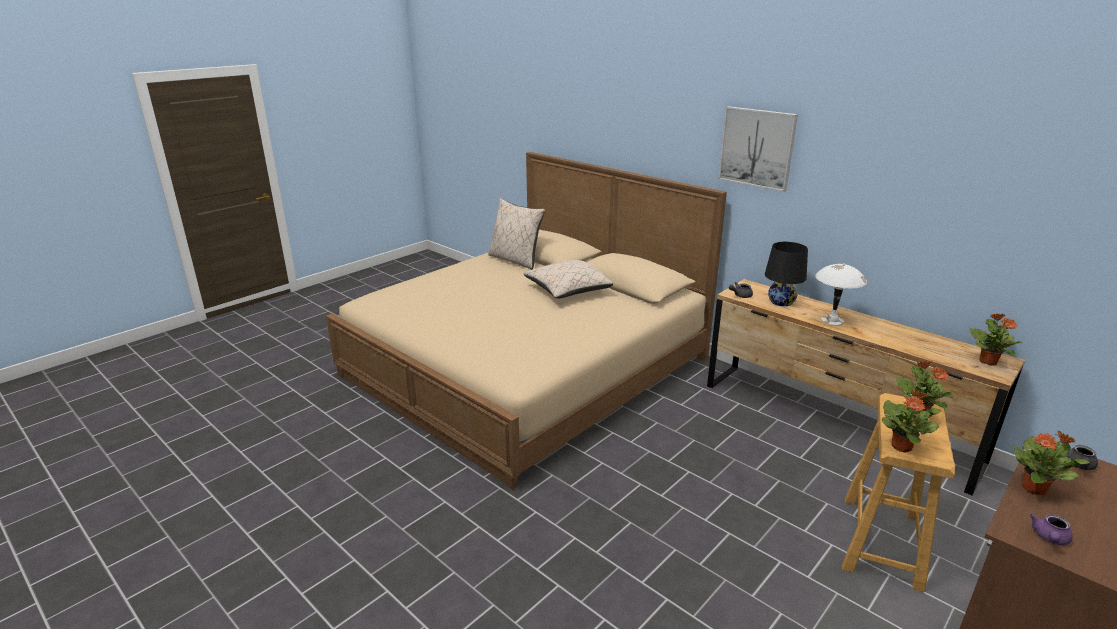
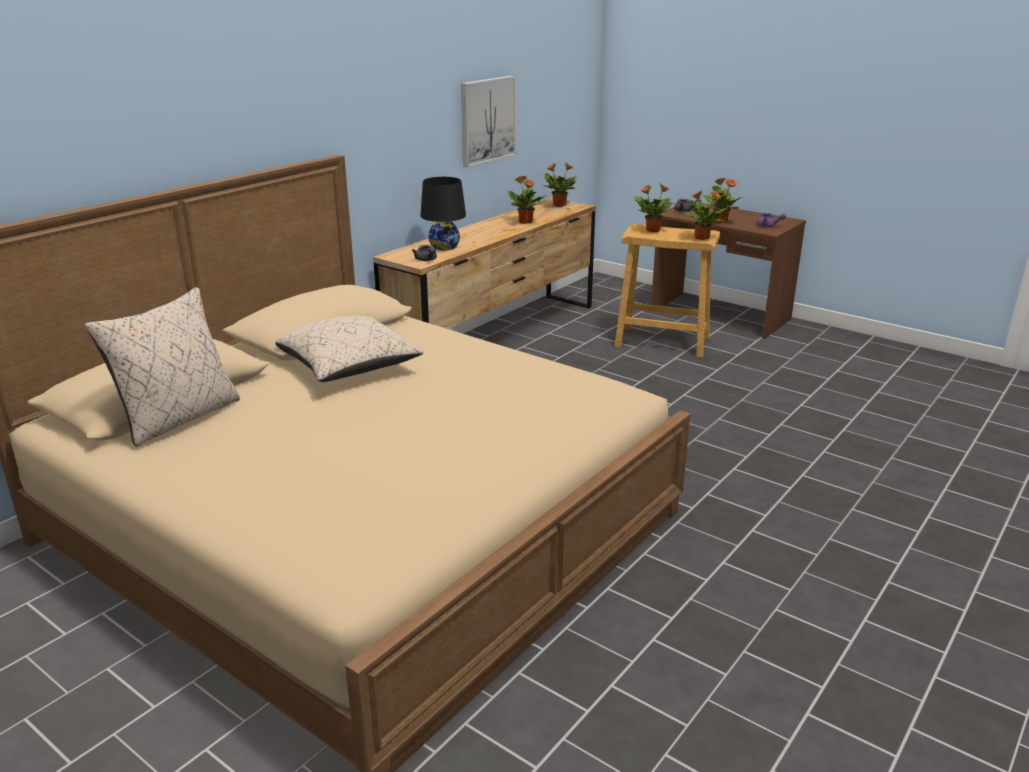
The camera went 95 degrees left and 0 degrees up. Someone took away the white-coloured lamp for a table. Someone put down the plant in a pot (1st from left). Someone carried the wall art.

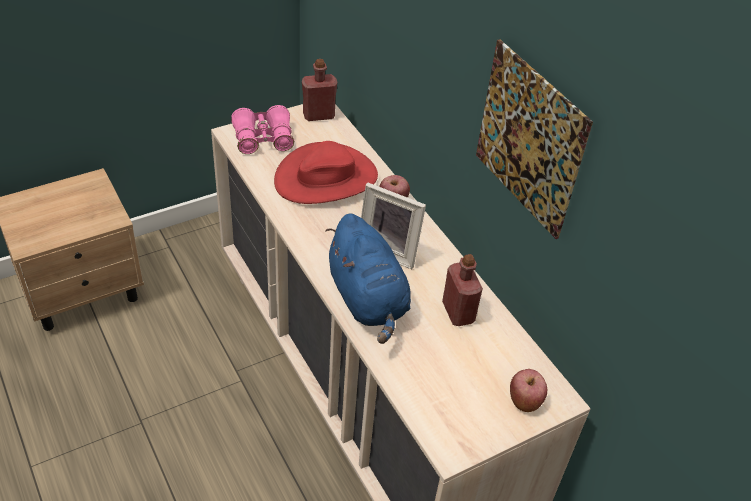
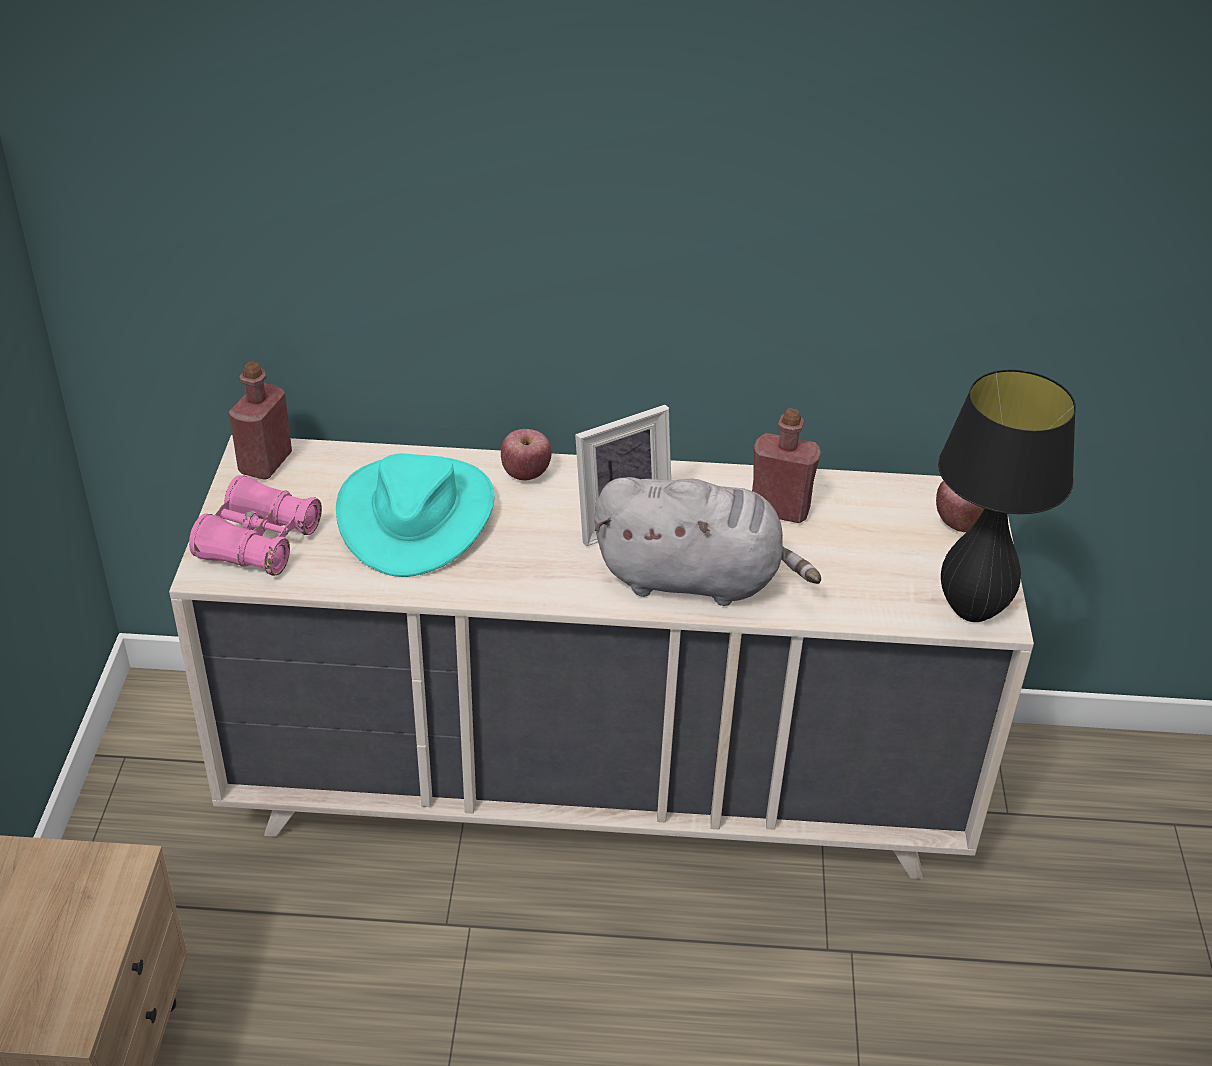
The camera went 55 degrees left and 5 degrees down. Someone took away the wall art. Someone put down the blackish lamp for a table. Someone repainted the red wearable hat, which became the turquoise wearable hat. Someone repainted the blue-coloured plush toy, which became the grey plush toy.

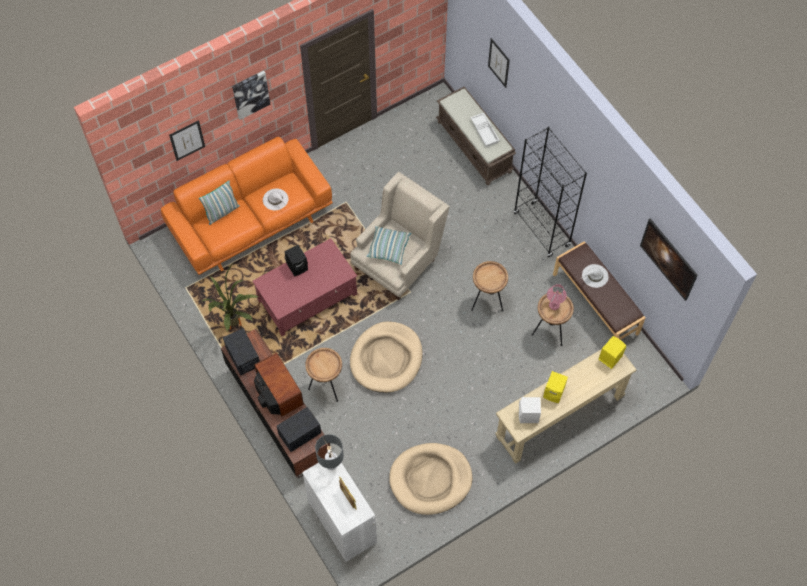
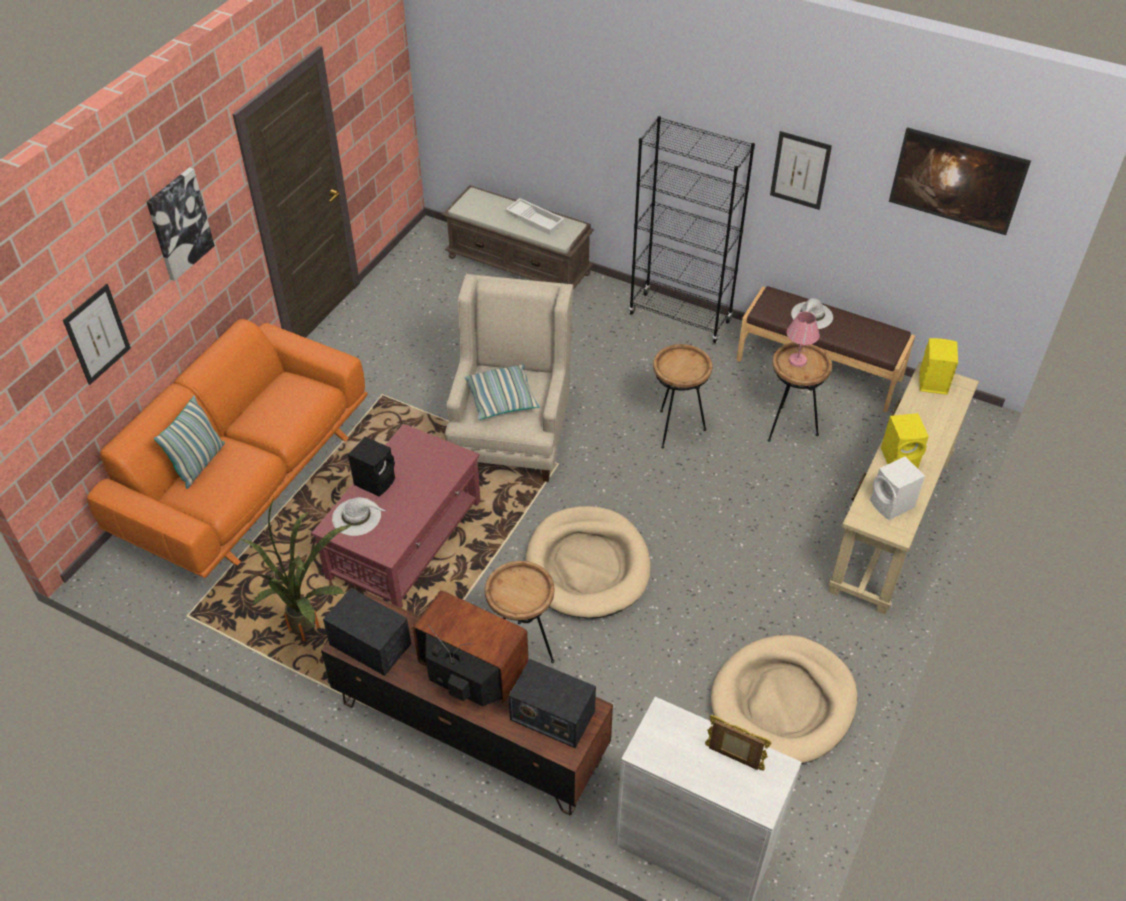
The camera went 30 degrees left and 15 degrees down. Someone took away the grey lamp for a table. Someone carried the white-coloured wearable hat (1st from left). Someone carried the wall art (3rd from left). Someone rotated the radio receiver (2nd from left) by 90 degrees counterclockwise.

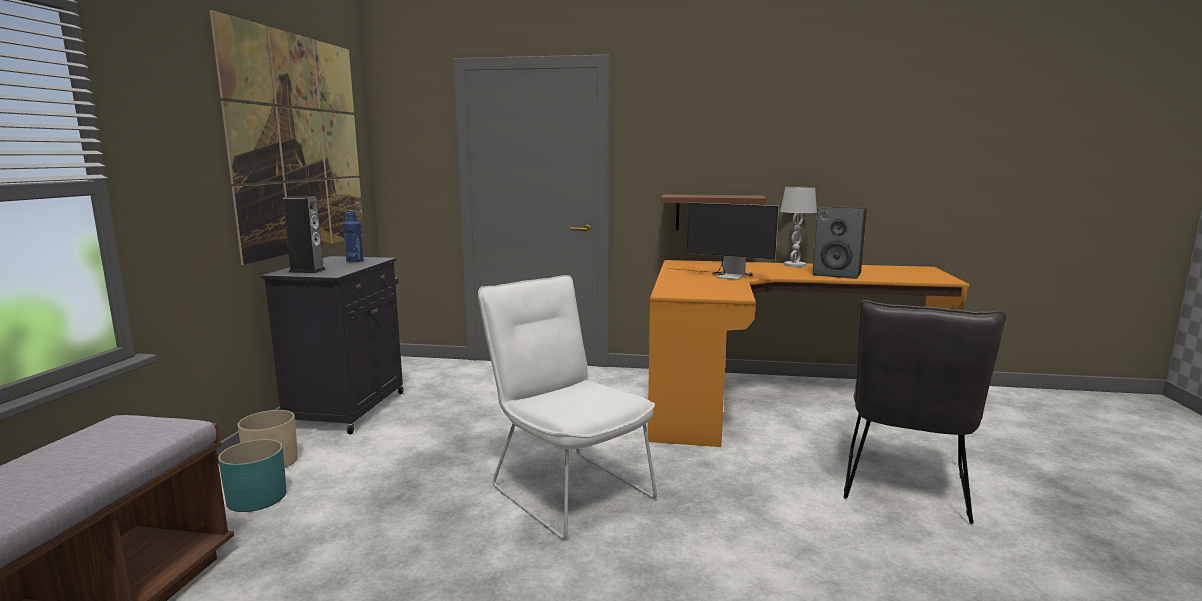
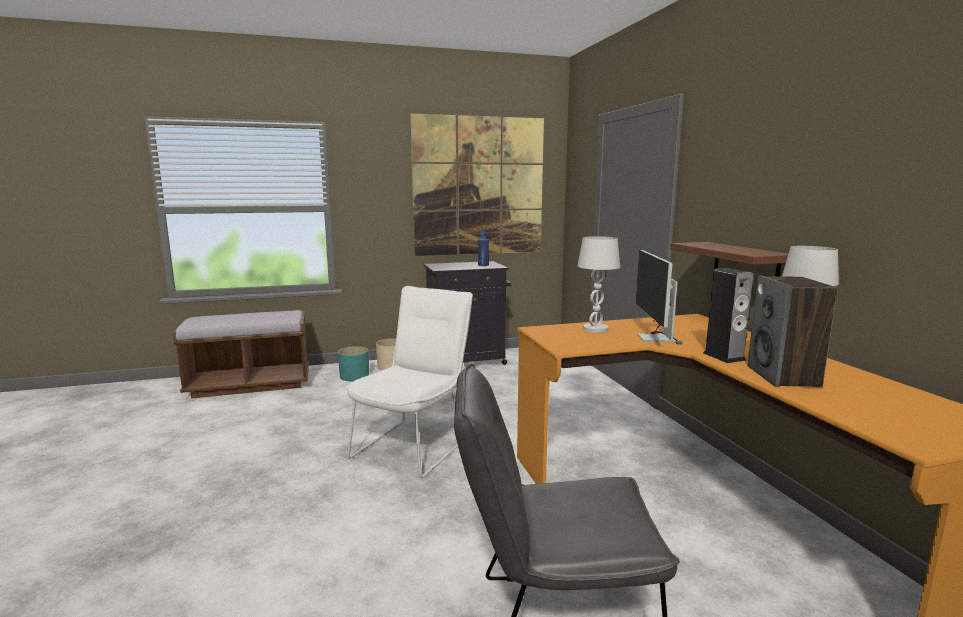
The camera went 65 degrees right and 0 degrees up. Someone put down the white-coloured lamp for a table (1st from left). Someone carried the speaker (1st from left).

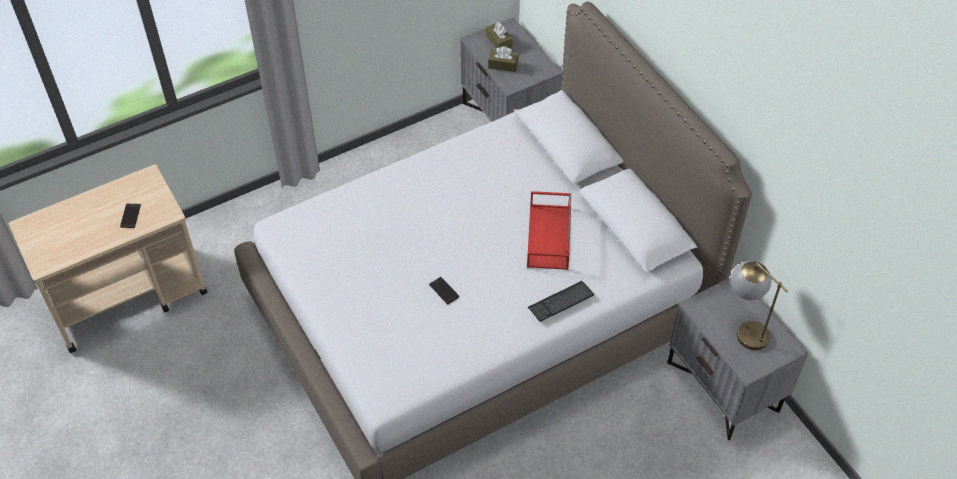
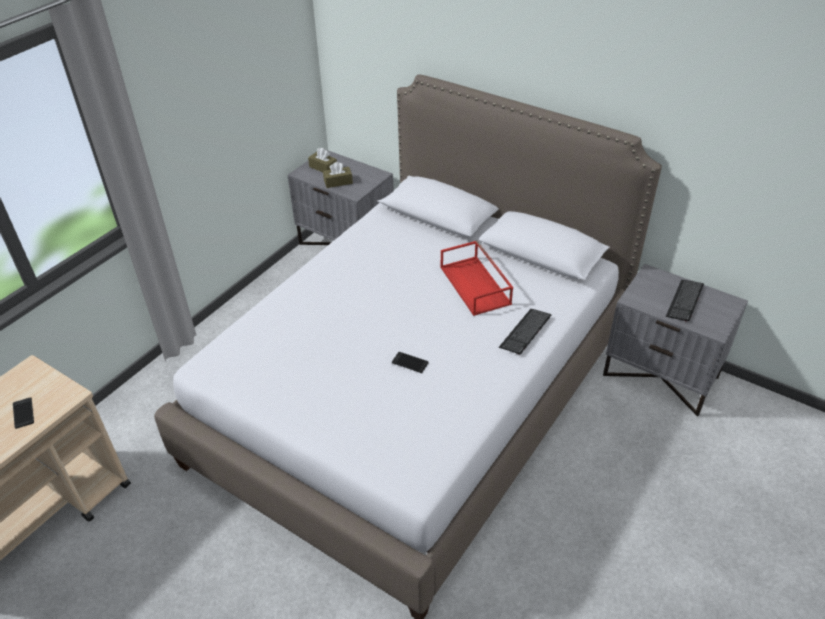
The camera went 25 degrees left and 10 degrees down. Someone swapped the lamp for a table for the keyboard (2nd from left).

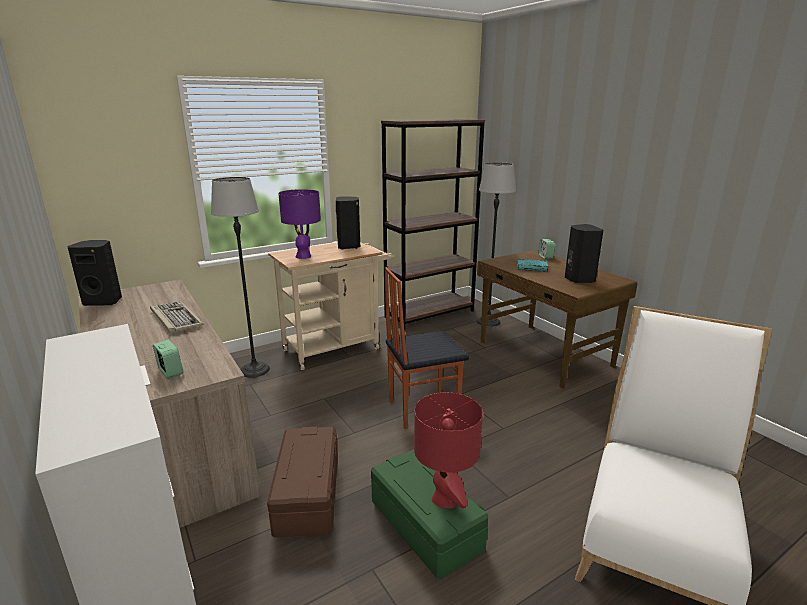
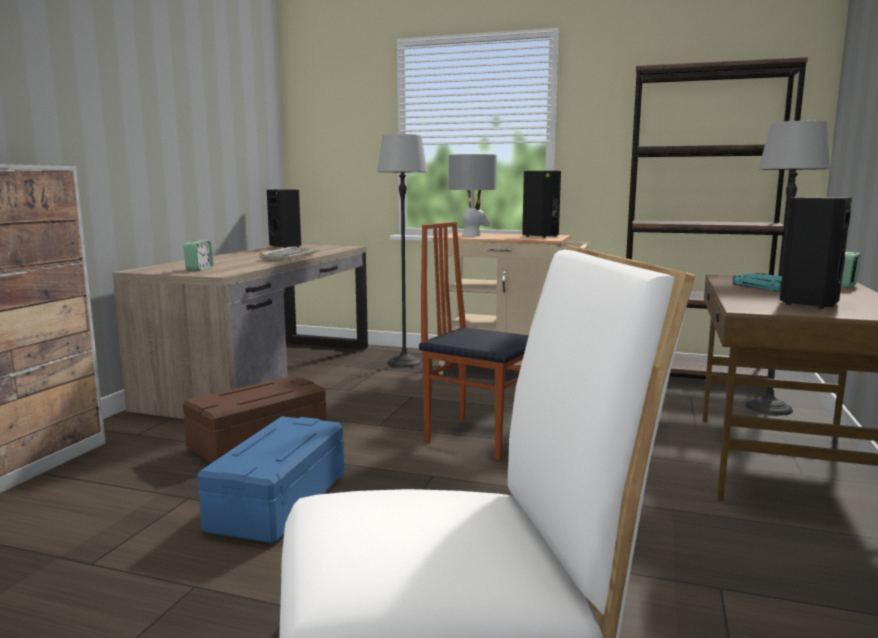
The camera went 50 degrees right and 10 degrees down. Someone took away the red lamp for a table. Someone repainted the purple lamp for a table, which became the grey lamp for a table. Someone repainted the green storage bin, which became the blue-coloured storage bin.

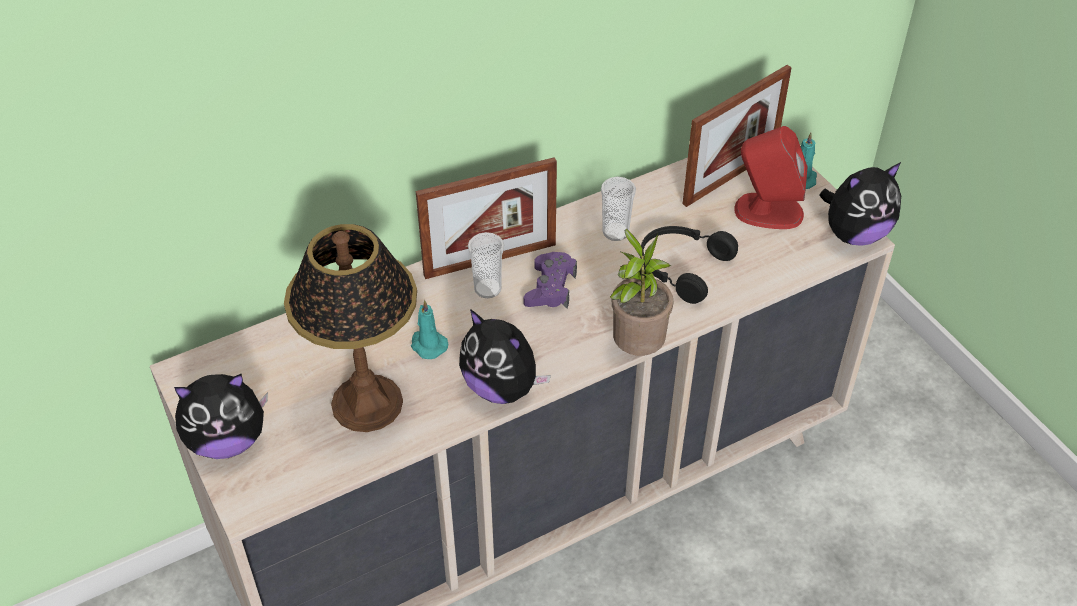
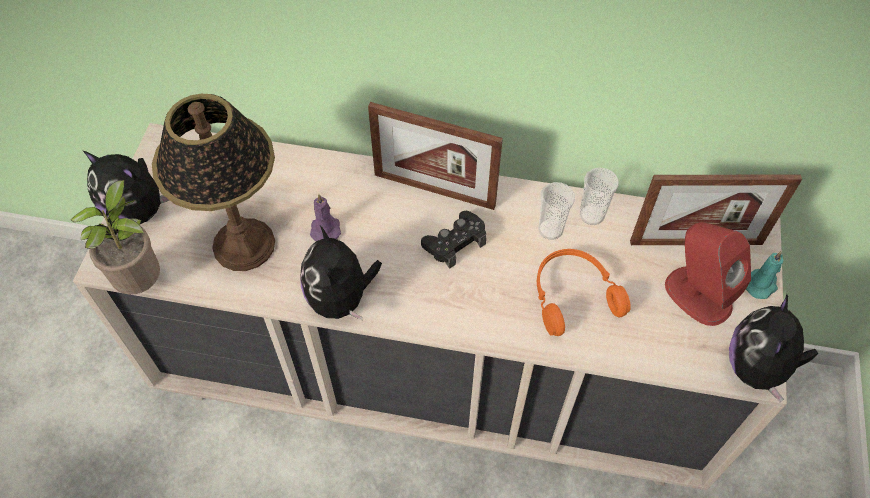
The camera went 40 degrees right and 10 degrees up. Someone carried the small cup (1st from left in the first image). Someone carried the plant in a pot. Someone repainted the turquoise candle (1st from left), which became the purple candle. Someone repainted the purple game controller, which became the blackish game controller. Someone repainted the blackish headset, which became the orange headset. Someone rotated the plush toy (3rd from left) by 90 degrees clockwise.

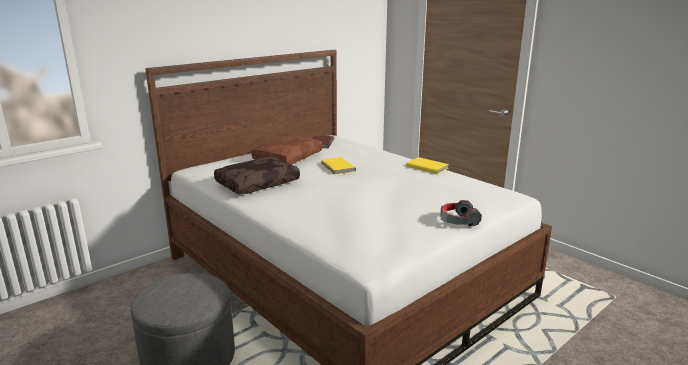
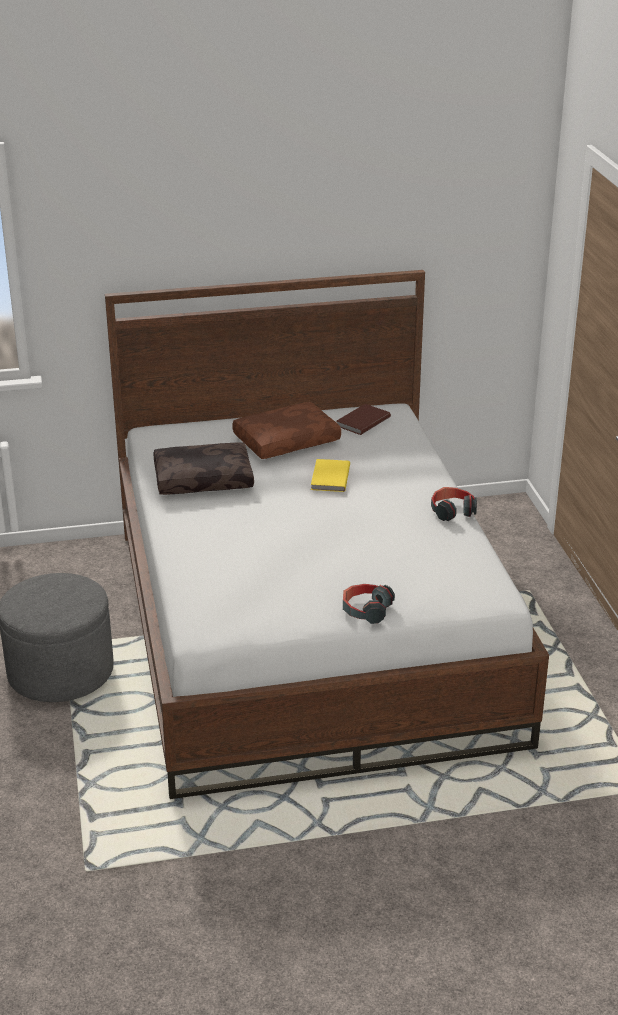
The camera went 30 degrees right and 10 degrees up. Someone swapped the yellowish book (2nd from left) for the headset (2nd from left).

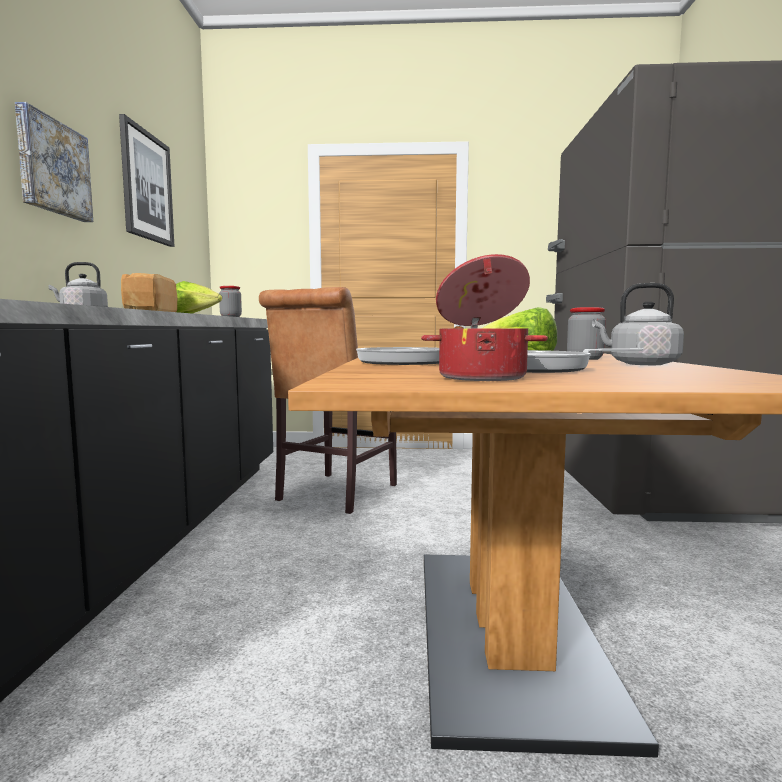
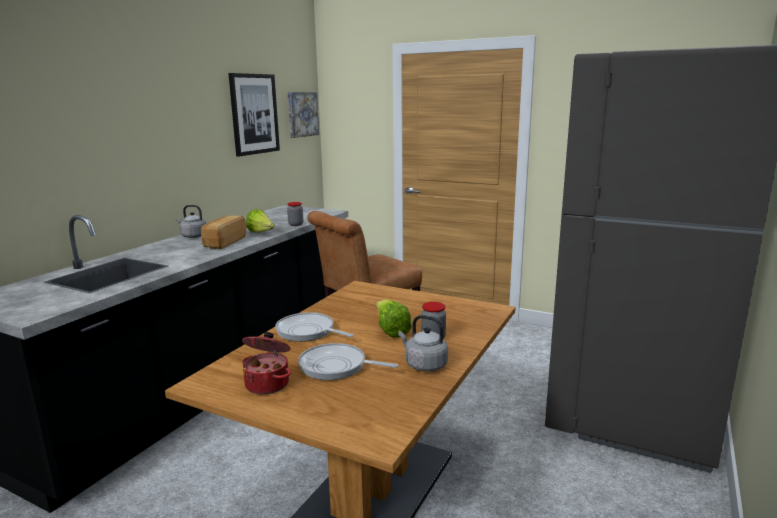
The camera went 25 degrees right and 10 degrees up. Someone carried the wall art (1st from left in the first image).

